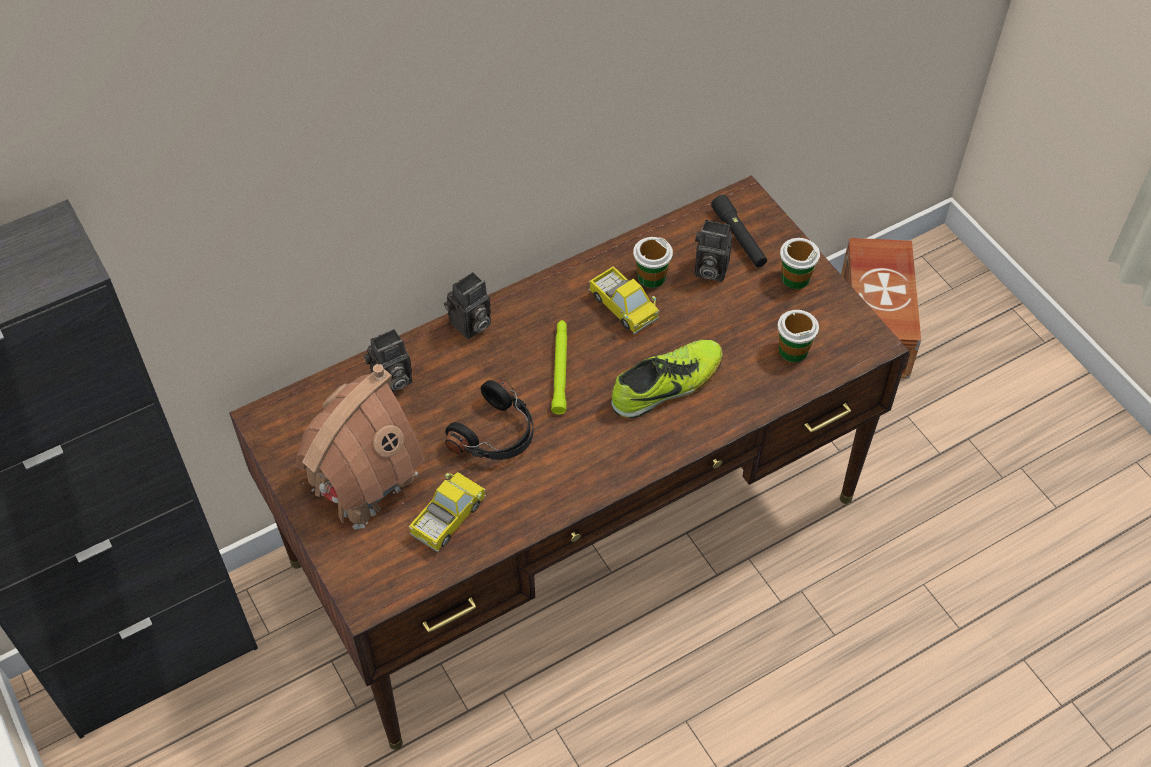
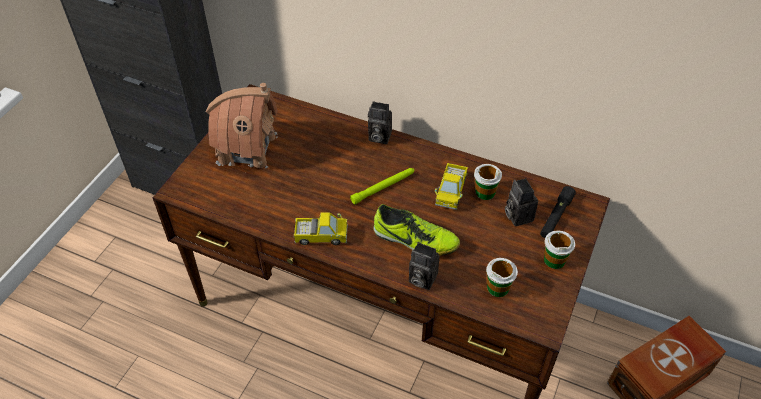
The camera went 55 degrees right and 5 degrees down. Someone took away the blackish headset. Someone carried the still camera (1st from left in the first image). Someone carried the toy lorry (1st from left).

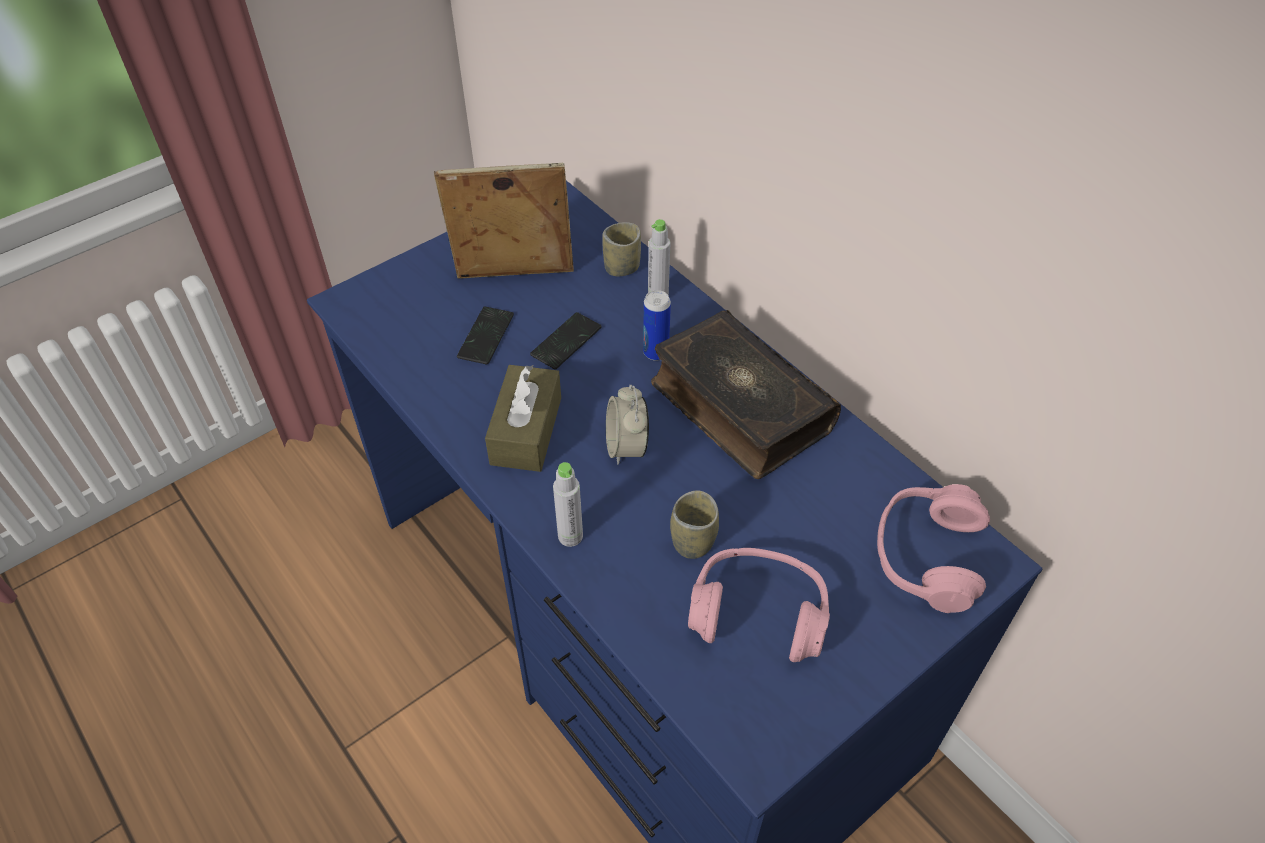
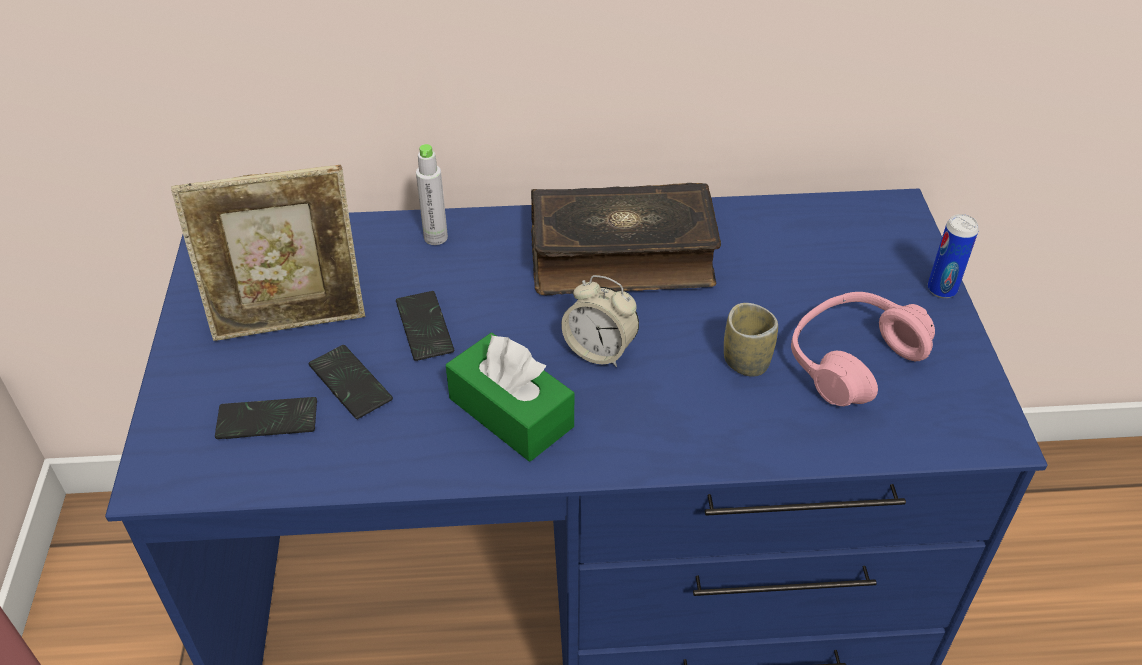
The camera went 55 degrees left and 5 degrees down. Someone took away the grey beverage bottle (1st from left). Someone took away the small cup (1st from left). Someone took away the pink headset (2nd from left). Someone put down the phone (1st from left). Someone carried the sealed can. Someone repainted the brown box of tissues, which became the green box of tissues. Someone rotated the picture frame by 135 degrees counterclockwise.

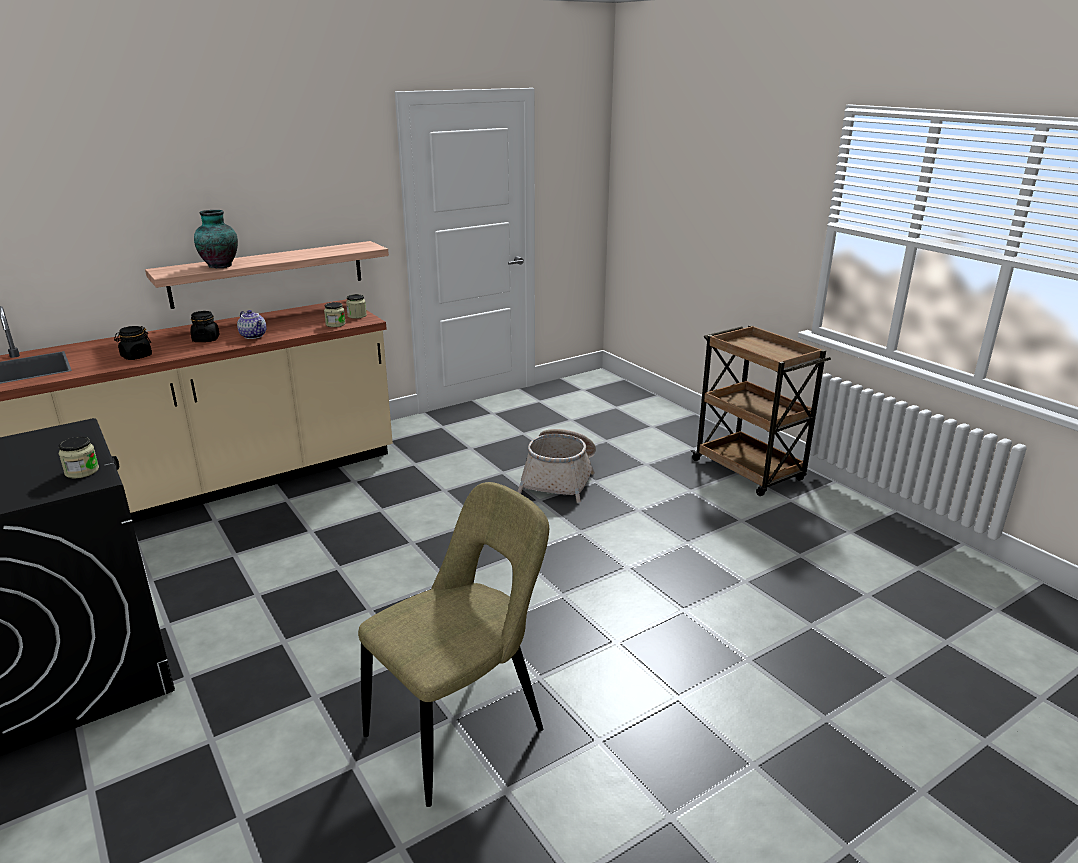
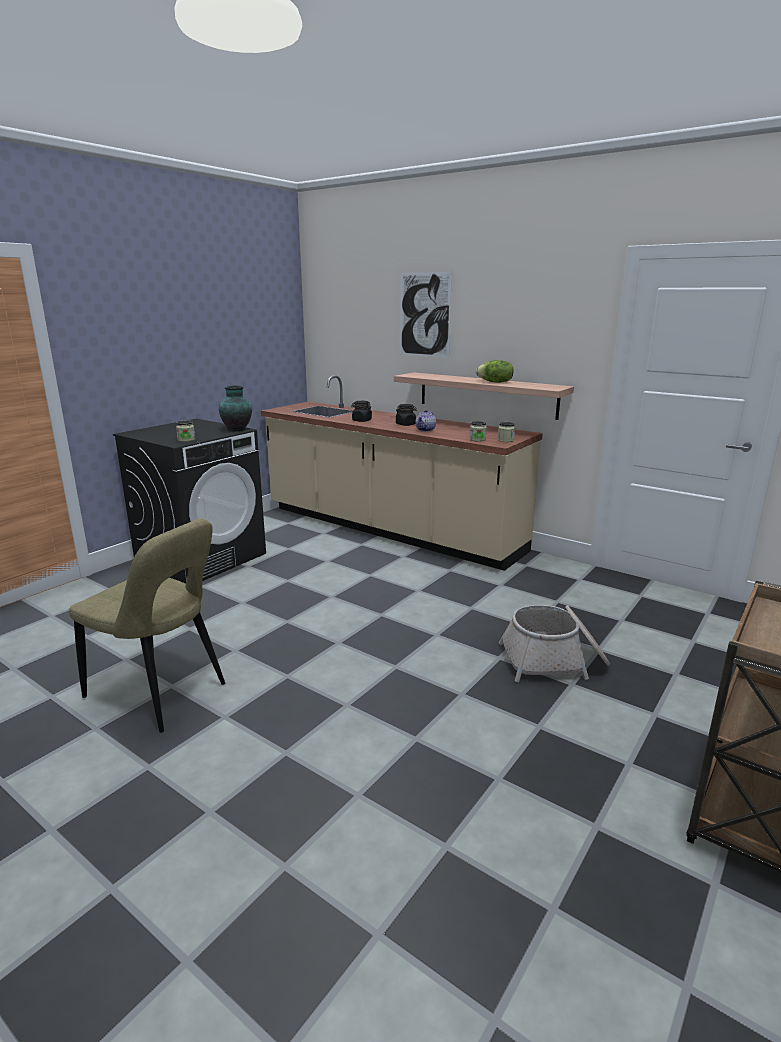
The camera went 70 degrees right and 5 degrees down. Someone put up the wall art. Someone put down the lettuce. Someone carried the flower vase.

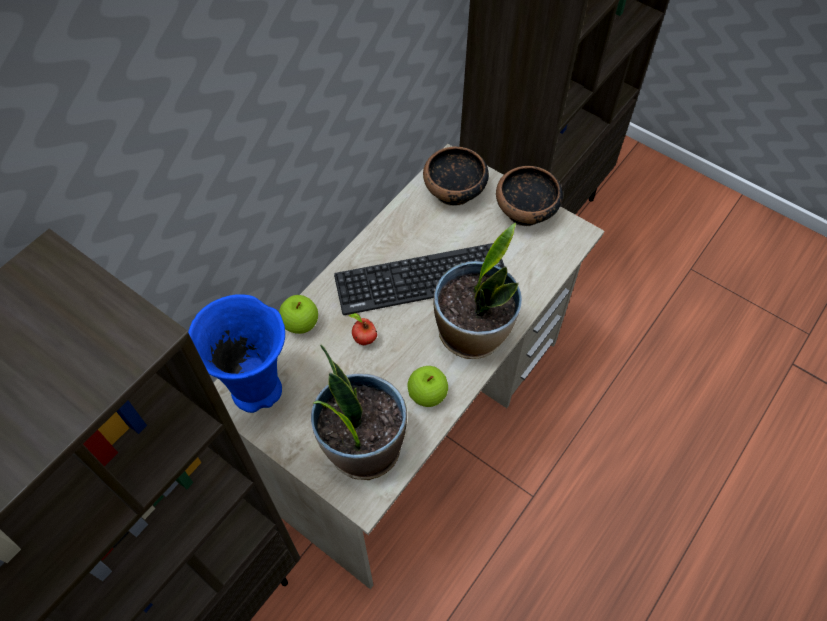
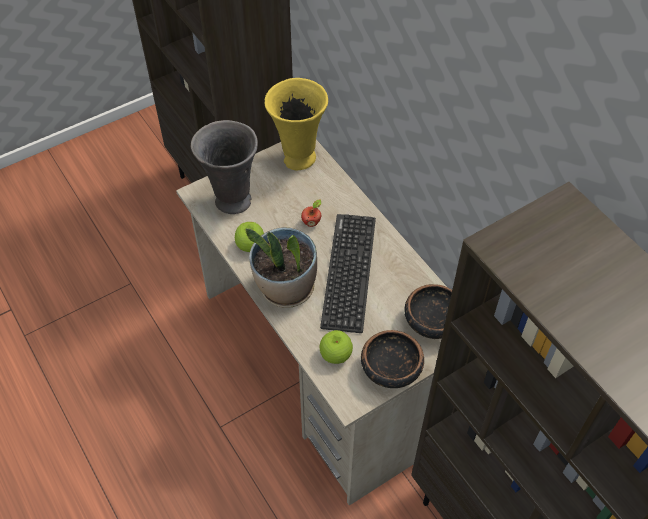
The camera went 110 degrees right and 5 degrees down. Someone carried the apple fruit (1st from left in the first image). Someone swapped the plant in a pot (1st from left) for the grey flower vase. Someone repainted the blue-coloured flower vase, which became the yellowish flower vase.

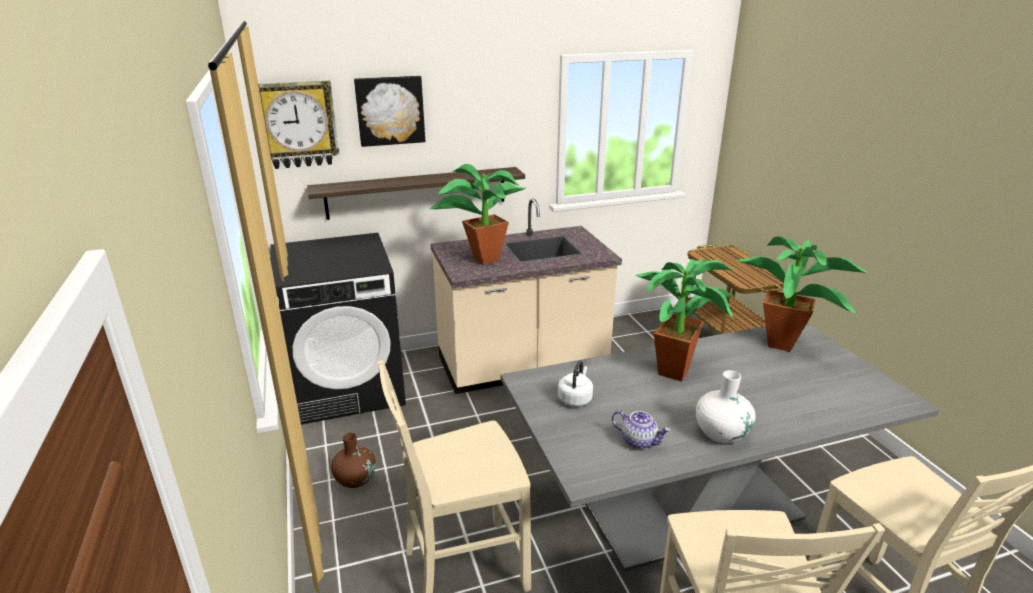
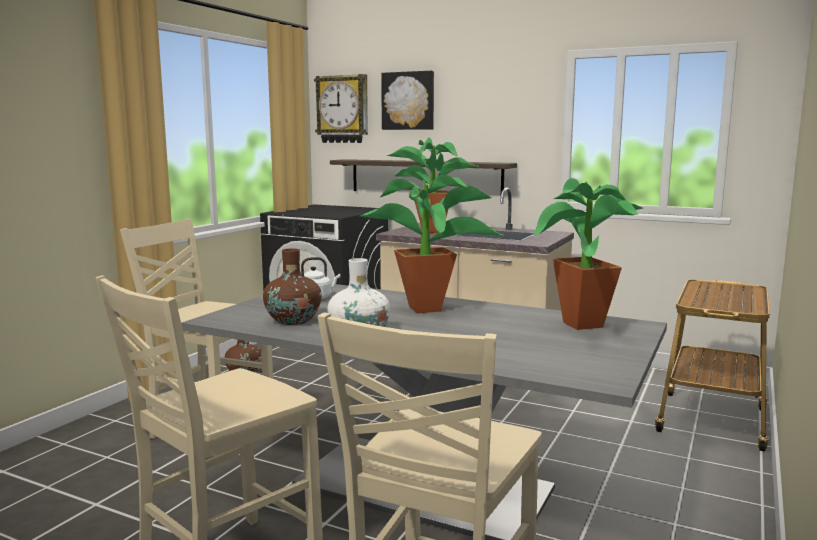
The camera went 45 degrees right and 15 degrees down. Someone swapped the teapot for the brown flower vase (2nd from left).

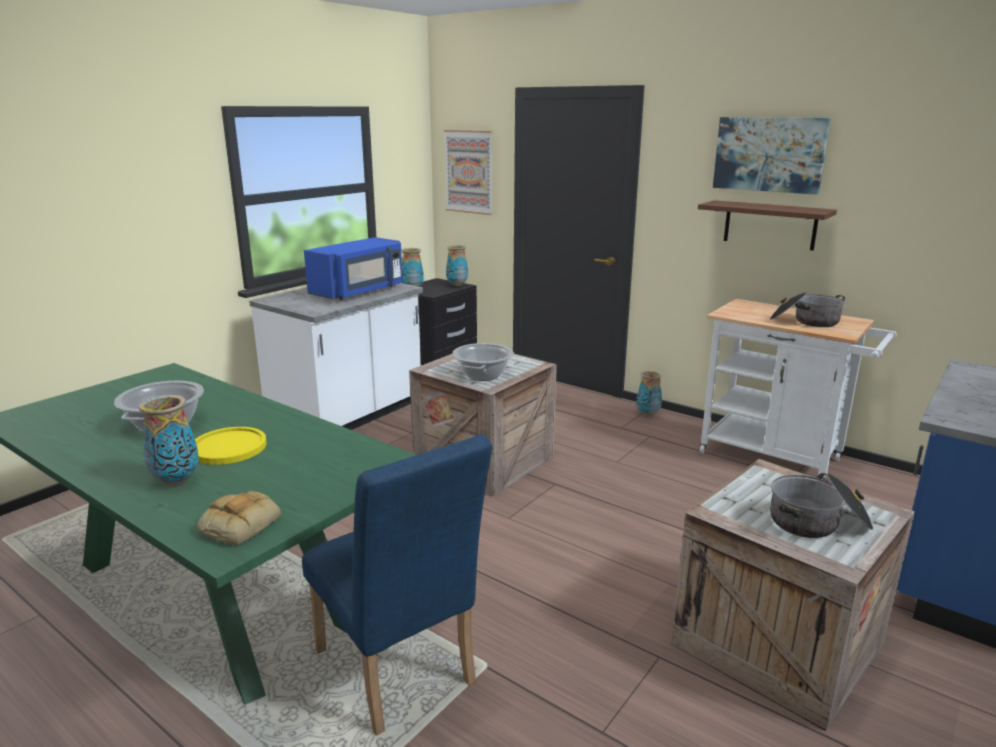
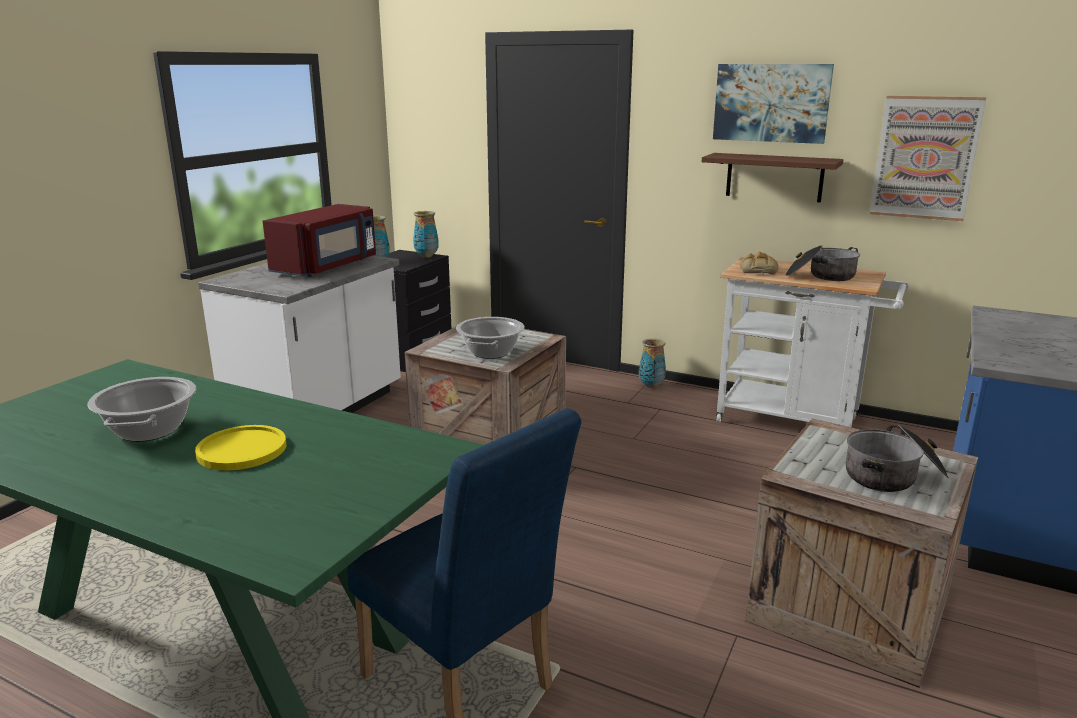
The camera went 10 degrees left and 0 degrees up. Someone took away the flower vase (1st from left). Someone carried the bakery bread. Someone carried the wall art (1st from left in the first image). Someone repainted the blue-coloured microwave, which became the red microwave.

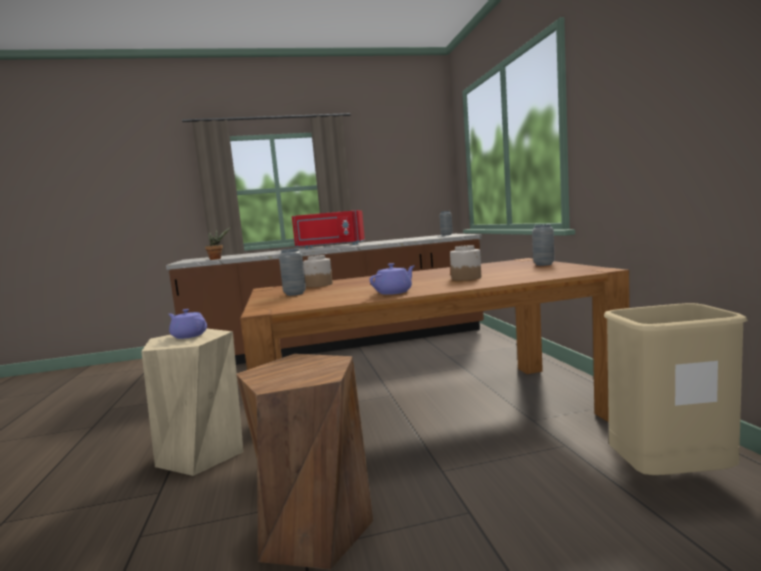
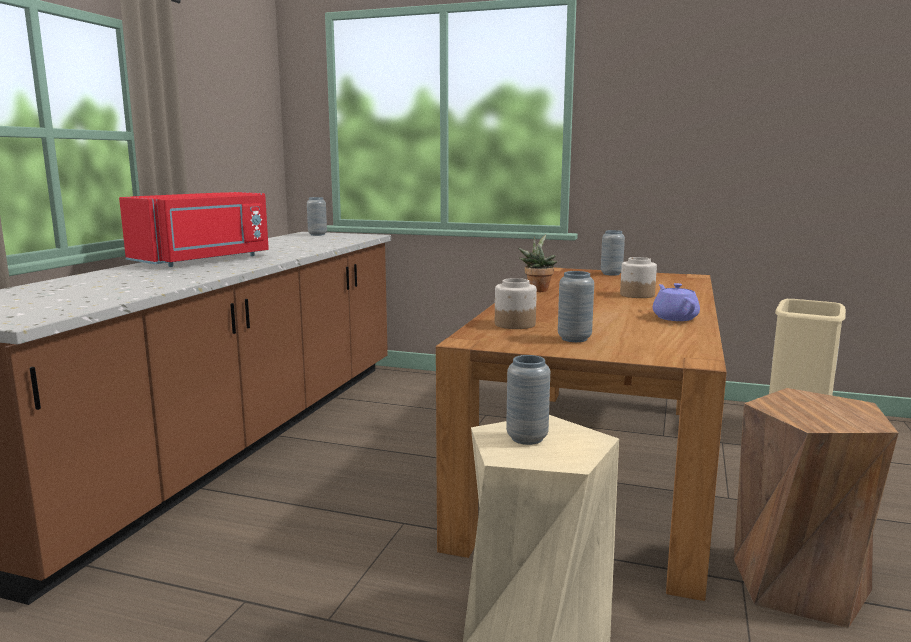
The camera went 60 degrees left and 5 degrees up. Someone carried the plant in a pot. Someone swapped the purple teapot (1st from left) for the grey flower vase (2nd from left).

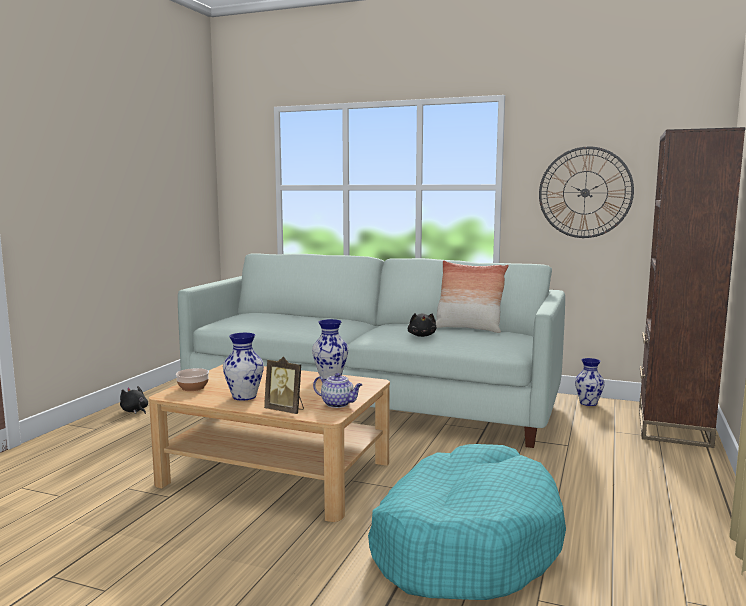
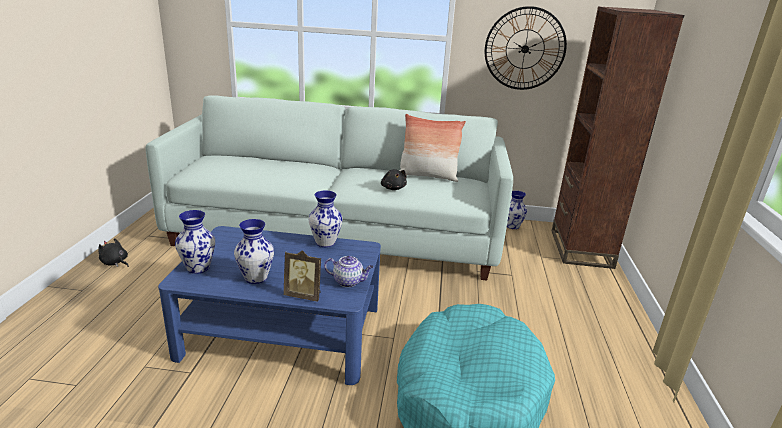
The camera went 15 degrees left and 15 degrees up. Someone swapped the bowl for the flower vase (1st from left). Someone repainted the sand-coloured low table, which became the blue-coloured low table.

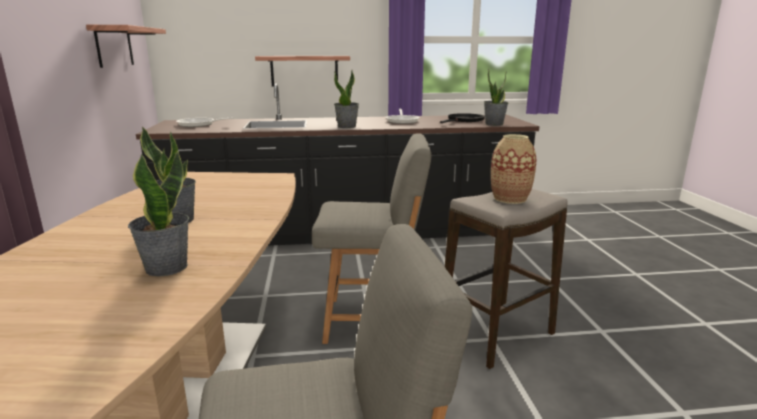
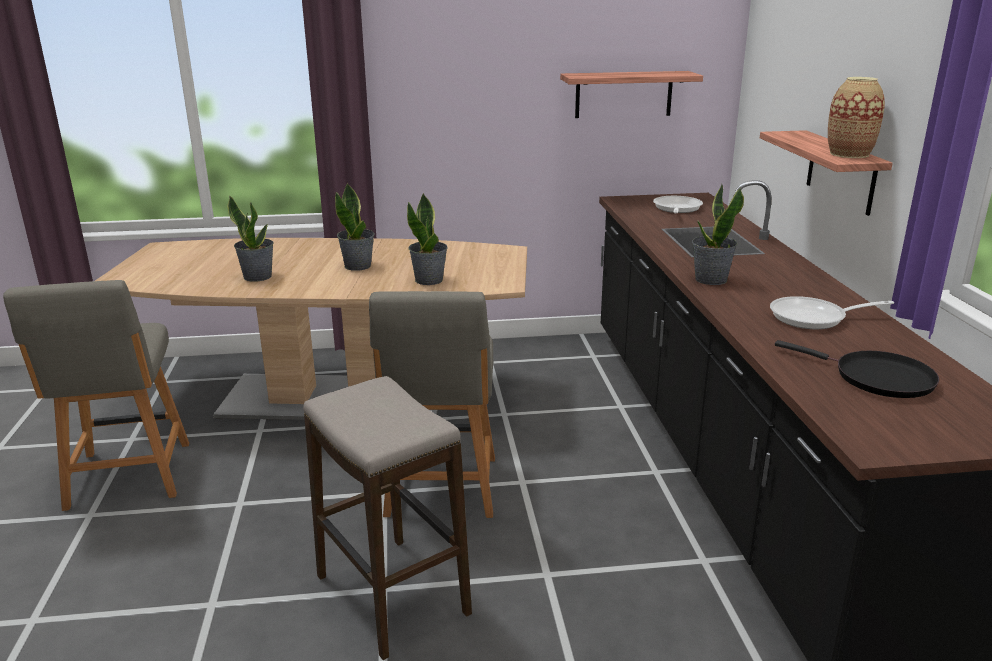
The camera went 90 degrees right and 5 degrees up. Someone carried the plant in a pot (4th from left in the first image). Someone carried the flower vase.

